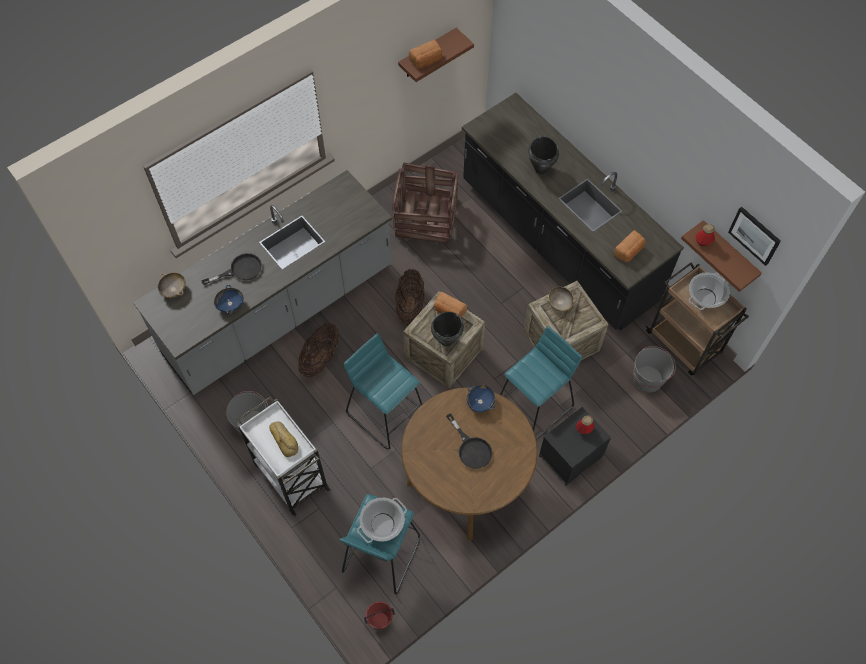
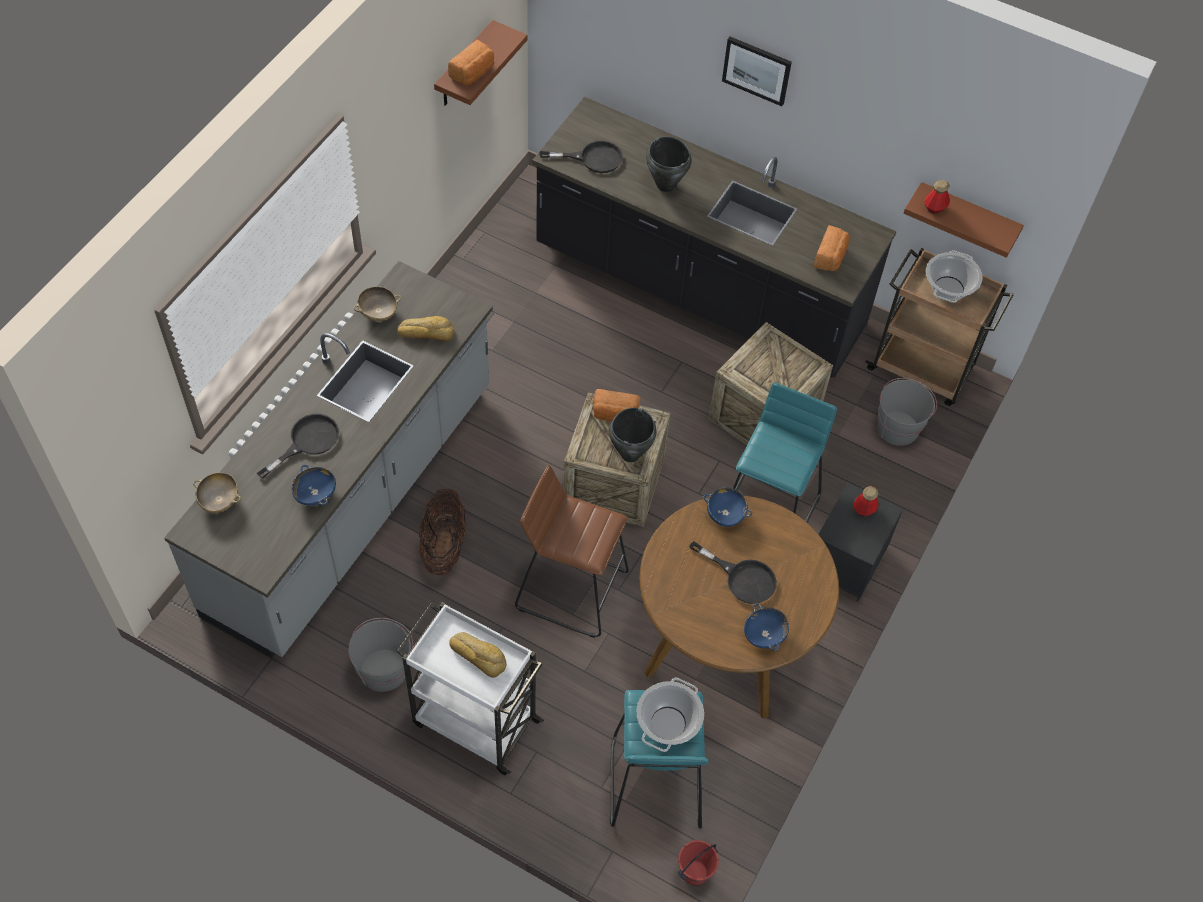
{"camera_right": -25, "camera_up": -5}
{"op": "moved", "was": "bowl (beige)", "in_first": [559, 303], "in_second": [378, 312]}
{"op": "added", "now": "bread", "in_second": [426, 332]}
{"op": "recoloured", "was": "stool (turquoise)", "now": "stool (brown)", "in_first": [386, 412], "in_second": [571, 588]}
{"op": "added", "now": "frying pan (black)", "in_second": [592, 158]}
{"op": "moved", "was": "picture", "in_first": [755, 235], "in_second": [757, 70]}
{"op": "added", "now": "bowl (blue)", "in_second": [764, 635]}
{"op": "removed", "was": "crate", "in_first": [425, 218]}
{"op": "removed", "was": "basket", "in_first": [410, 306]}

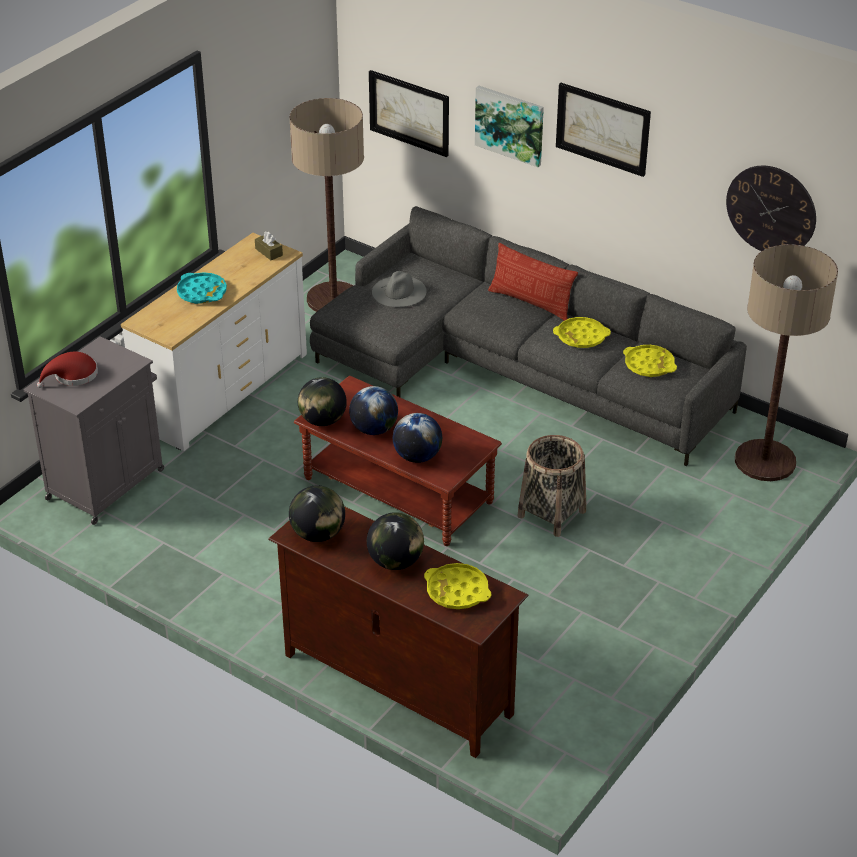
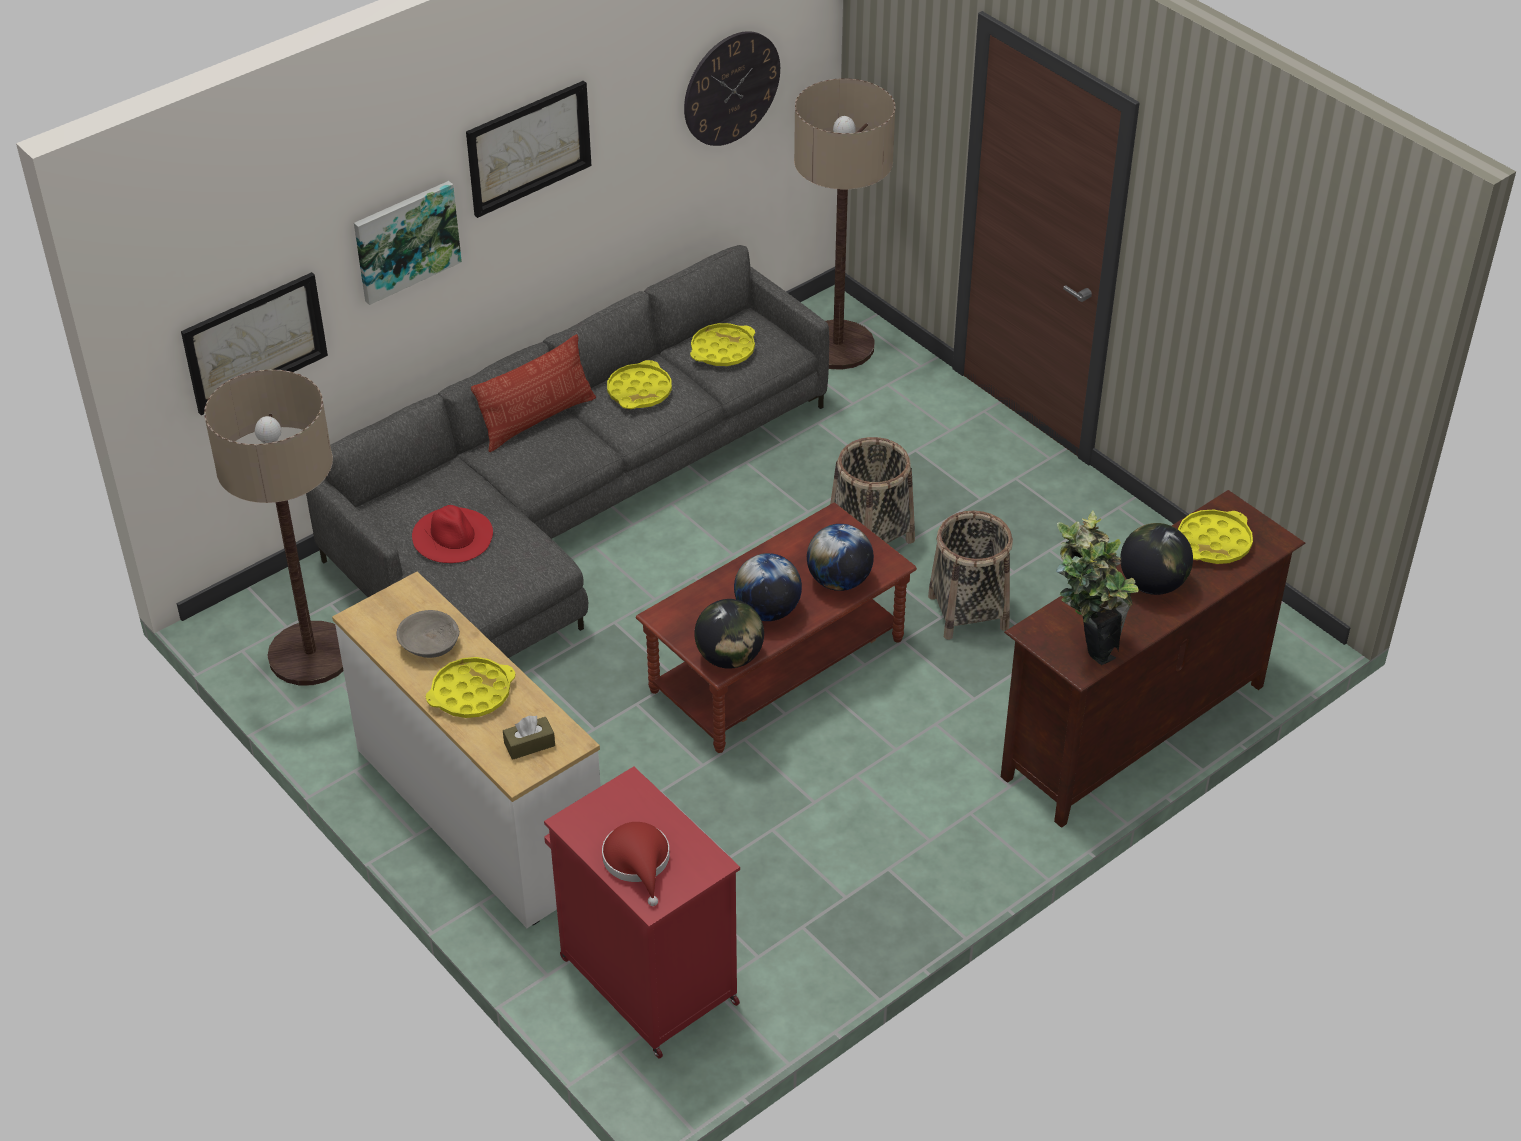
{"camera_right": -75, "camera_up": 5}
{"op": "added", "now": "bowl (grey)", "in_second": [429, 644]}
{"op": "recoloured", "was": "hat (grey)", "now": "hat (red)", "in_first": [399, 291], "in_second": [452, 535]}
{"op": "recoloured", "was": "tray (turquoise)", "now": "tray (yellow)", "in_first": [202, 292], "in_second": [471, 693]}
{"op": "moved", "was": "tissue box (brown)", "in_first": [269, 252], "in_second": [529, 744]}
{"op": "recoloured", "was": "cabinet (grey)", "now": "cabinet (red)", "in_first": [107, 483], "in_second": [646, 978]}
{"op": "added", "now": "basket", "in_second": [968, 612]}
{"op": "replaced", "was": "globe", "now": "potted plant", "in_first": [318, 534], "in_second": [1085, 643]}

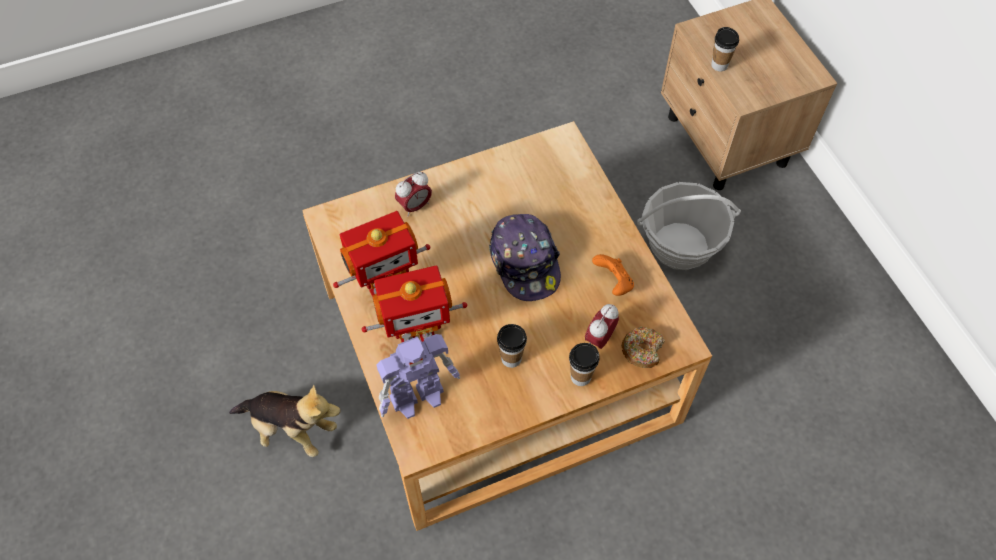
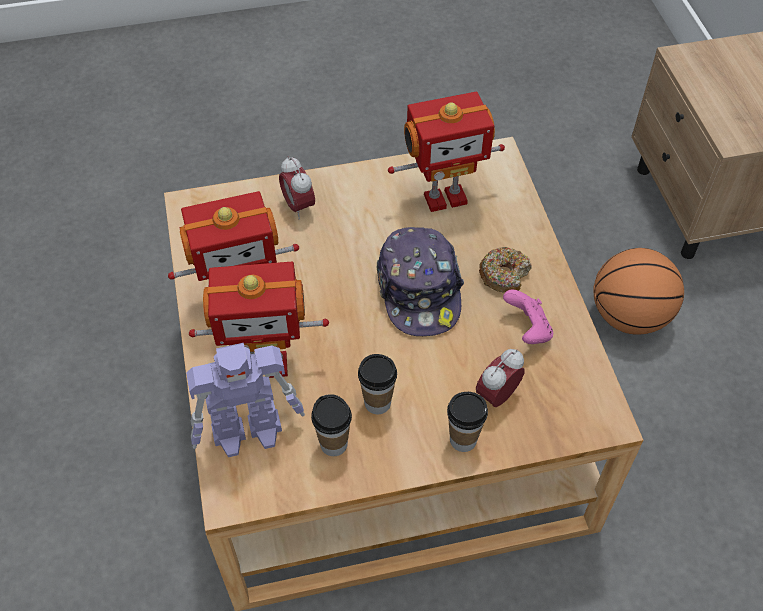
{"camera_right": 10, "camera_up": -5}
{"op": "turned", "was": "alarm clock", "in_first": [415, 206], "in_second": [298, 206], "clockwise": 90}
{"op": "moved", "was": "cup", "in_first": [719, 65], "in_second": [333, 444]}
{"op": "added", "now": "toy robot", "in_second": [444, 197]}
{"op": "moved", "was": "donut", "in_first": [642, 350], "in_second": [504, 275]}
{"op": "recoloured", "was": "game controller (orange)", "now": "game controller (pink)", "in_first": [613, 283], "in_second": [527, 330]}
{"op": "replaced", "was": "basket", "now": "basketball", "in_first": [680, 246], "in_second": [629, 316]}
{"op": "removed", "was": "plush toy", "in_first": [291, 429]}

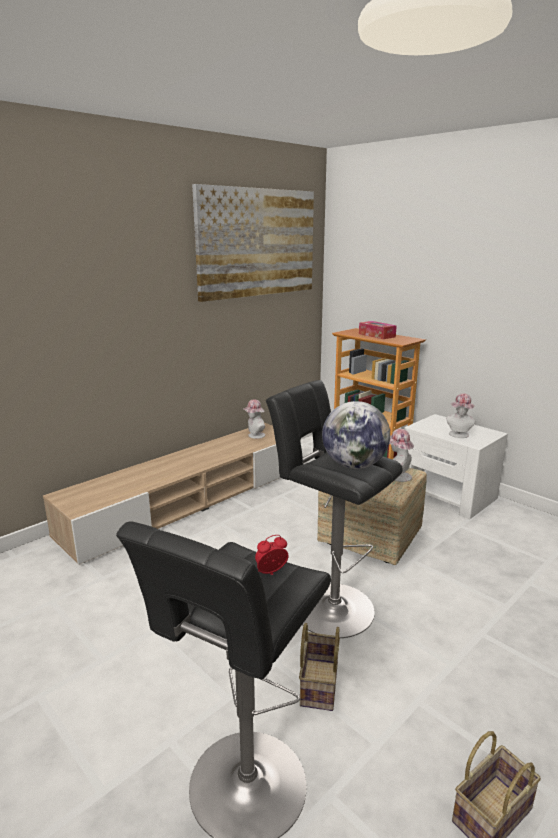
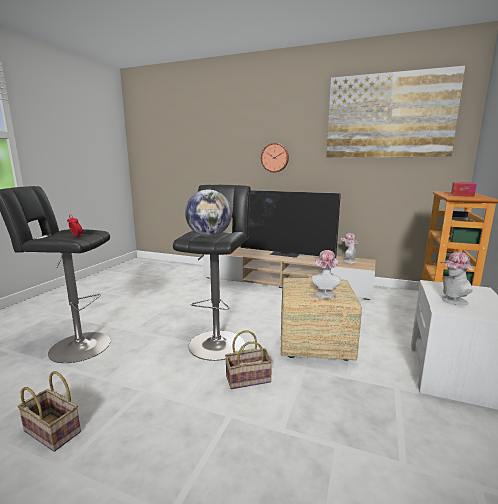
{"camera_right": 65, "camera_up": -5}
{"op": "moved", "was": "basket", "in_first": [318, 683], "in_second": [249, 378]}
{"op": "added", "now": "television", "in_second": [285, 254]}
{"op": "added", "now": "wall clock", "in_second": [275, 157]}

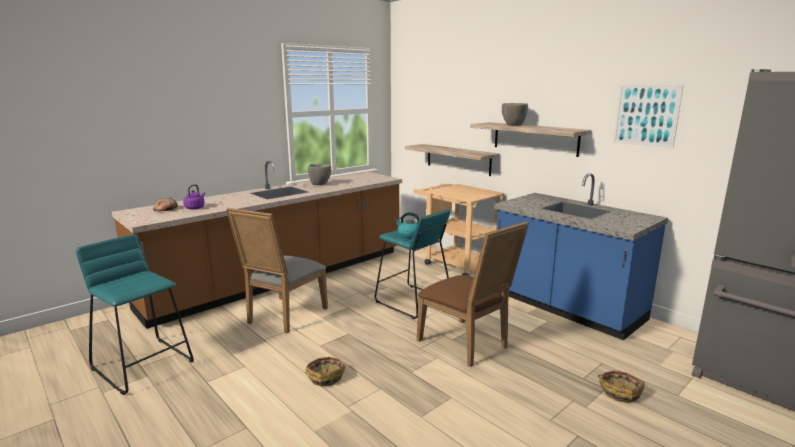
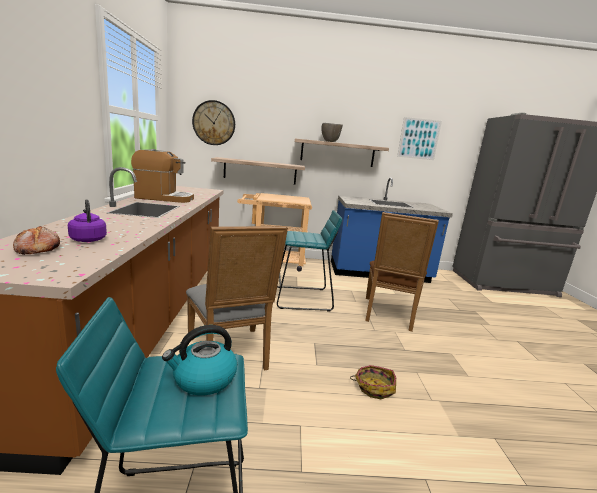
{"camera_right": -50, "camera_up": 0}
{"op": "replaced", "was": "bowl (grey)", "now": "coffee machine", "in_first": [320, 184], "in_second": [164, 198]}
{"op": "moved", "was": "kettle", "in_first": [409, 235], "in_second": [204, 379]}
{"op": "added", "now": "wall clock", "in_second": [214, 123]}
{"op": "turned", "was": "chair (brown)", "in_first": [467, 344], "in_second": [389, 315], "clockwise": 105}
{"op": "removed", "was": "basket", "in_first": [619, 392]}

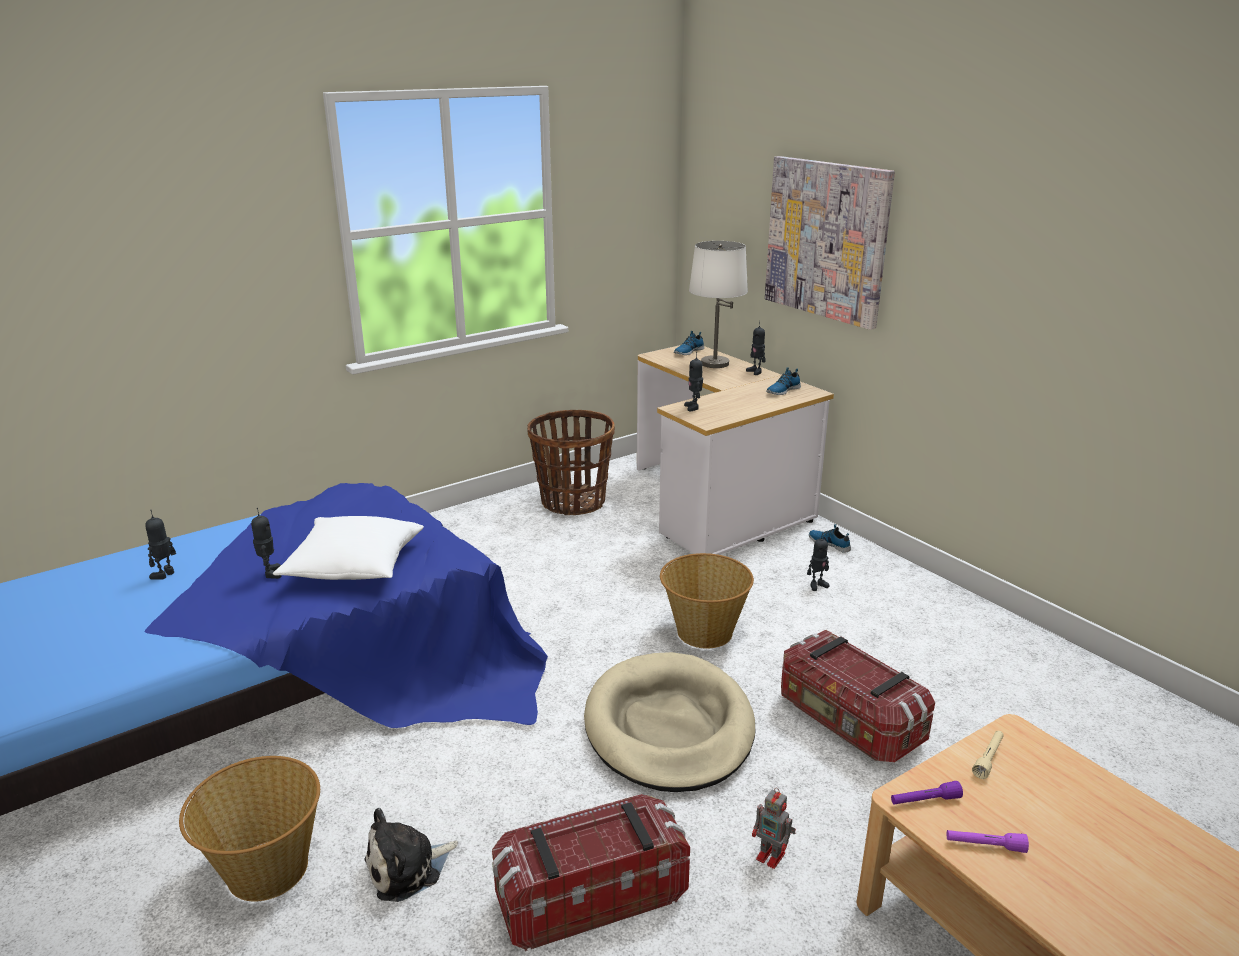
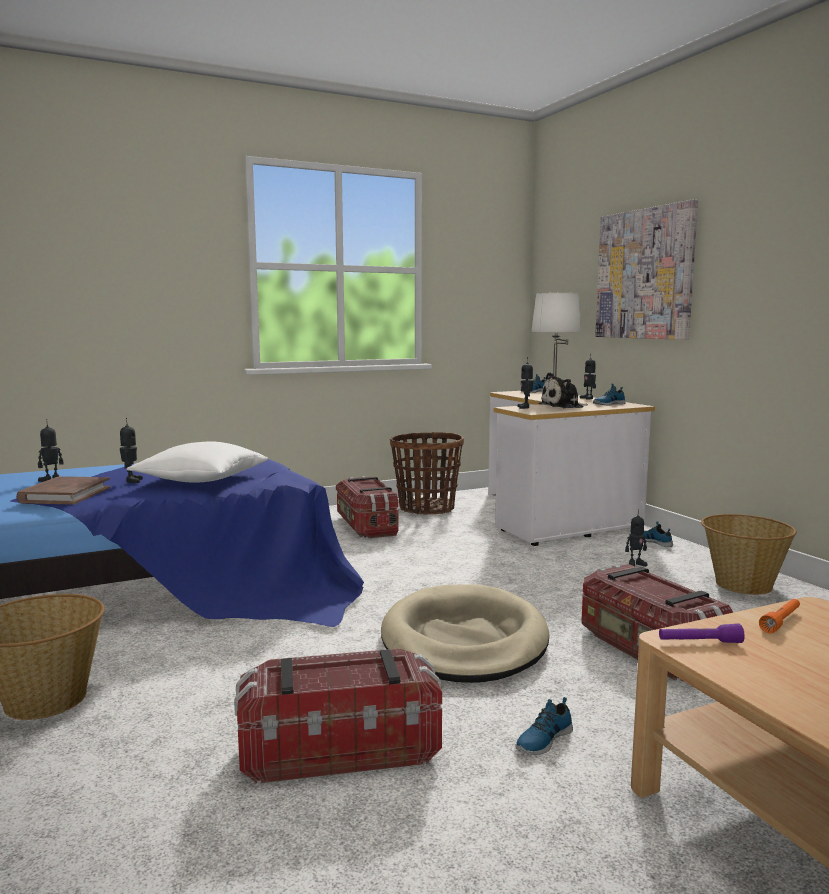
{"camera_right": 10, "camera_up": -15}
{"op": "added", "now": "book (brown)", "in_second": [65, 495]}
{"op": "added", "now": "storage box", "in_second": [366, 526]}
{"op": "replaced", "was": "toy robot", "now": "shoe", "in_first": [772, 857], "in_second": [543, 739]}
{"op": "moved", "was": "plush toy", "in_first": [408, 868], "in_second": [563, 406]}
{"op": "moved", "was": "basket", "in_first": [704, 631], "in_second": [742, 584]}
{"op": "recoloured", "was": "flashlight (beige)", "now": "flashlight (orange)", "in_first": [988, 758], "in_second": [781, 621]}
{"op": "removed", "was": "flashlight (purple)", "in_first": [985, 845]}

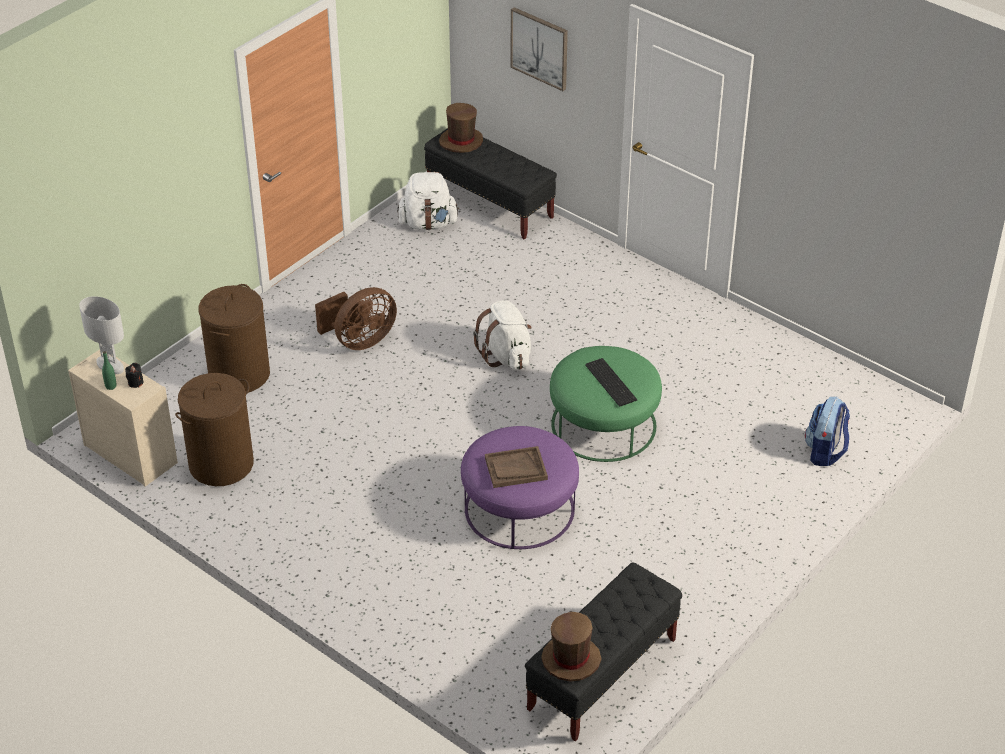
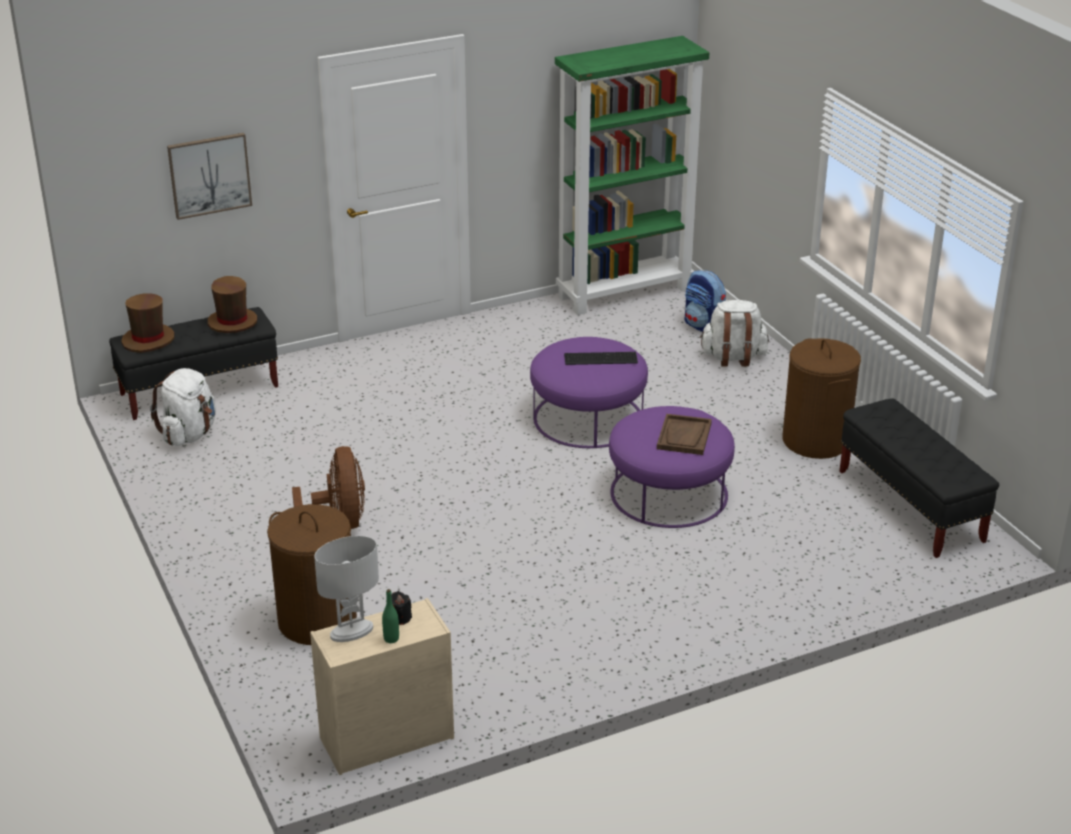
{"camera_right": -65, "camera_up": -10}
{"op": "moved", "was": "hat (brown)", "in_first": [571, 659], "in_second": [232, 322]}
{"op": "recoloured", "was": "ottoman (green)", "now": "ottoman (purple)", "in_first": [603, 424], "in_second": [587, 418]}
{"op": "added", "now": "bookcase (green)", "in_second": [625, 292]}
{"op": "moved", "was": "backpack (white)", "in_first": [506, 356], "in_second": [733, 357]}
{"op": "moved", "was": "laundry basket (brown)", "in_first": [221, 464], "in_second": [816, 441]}

